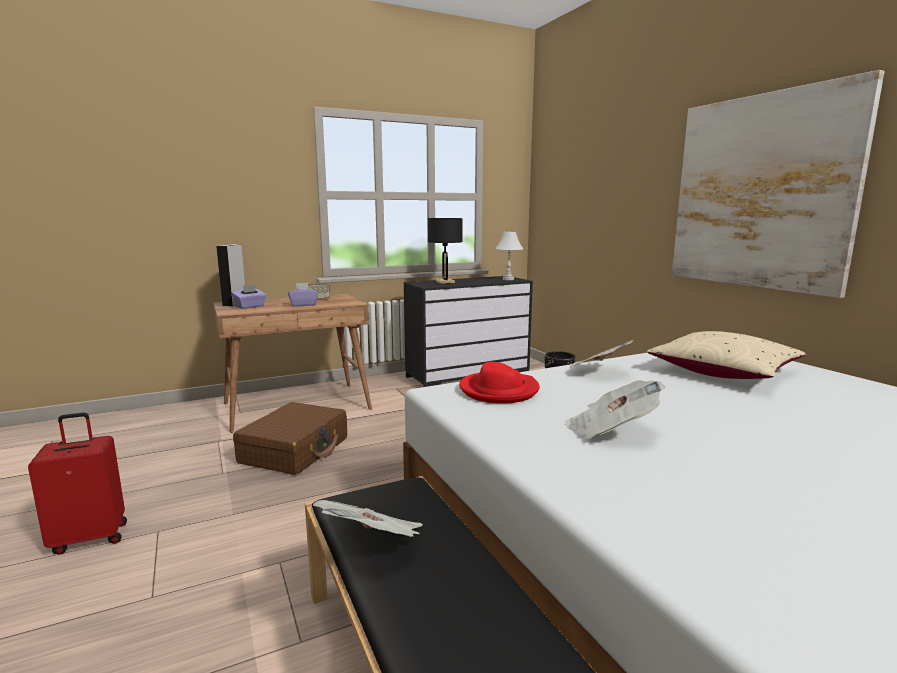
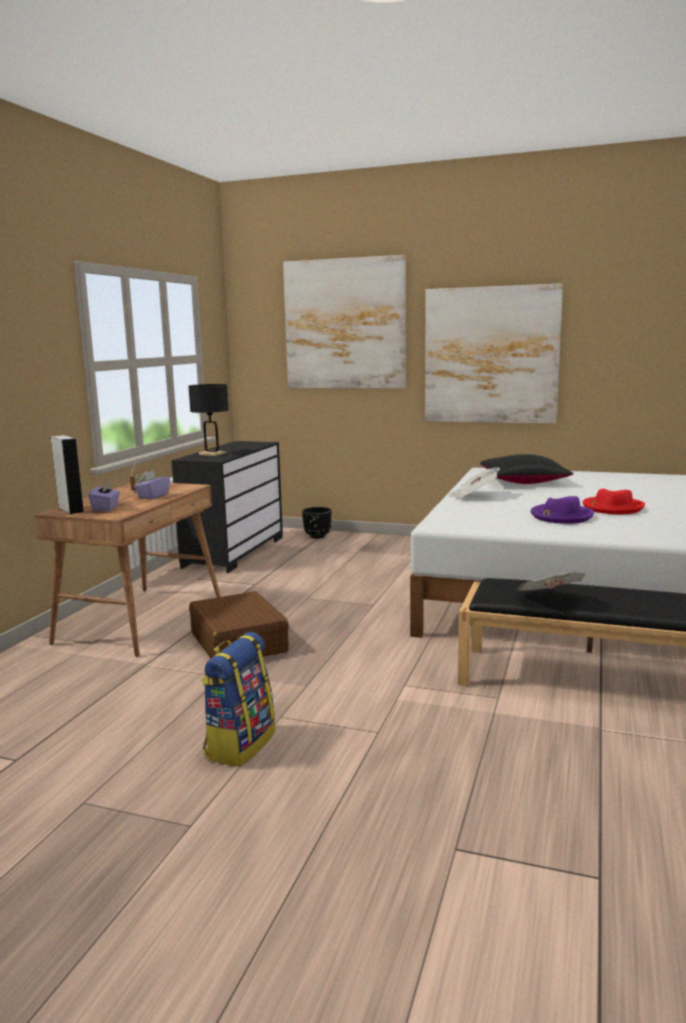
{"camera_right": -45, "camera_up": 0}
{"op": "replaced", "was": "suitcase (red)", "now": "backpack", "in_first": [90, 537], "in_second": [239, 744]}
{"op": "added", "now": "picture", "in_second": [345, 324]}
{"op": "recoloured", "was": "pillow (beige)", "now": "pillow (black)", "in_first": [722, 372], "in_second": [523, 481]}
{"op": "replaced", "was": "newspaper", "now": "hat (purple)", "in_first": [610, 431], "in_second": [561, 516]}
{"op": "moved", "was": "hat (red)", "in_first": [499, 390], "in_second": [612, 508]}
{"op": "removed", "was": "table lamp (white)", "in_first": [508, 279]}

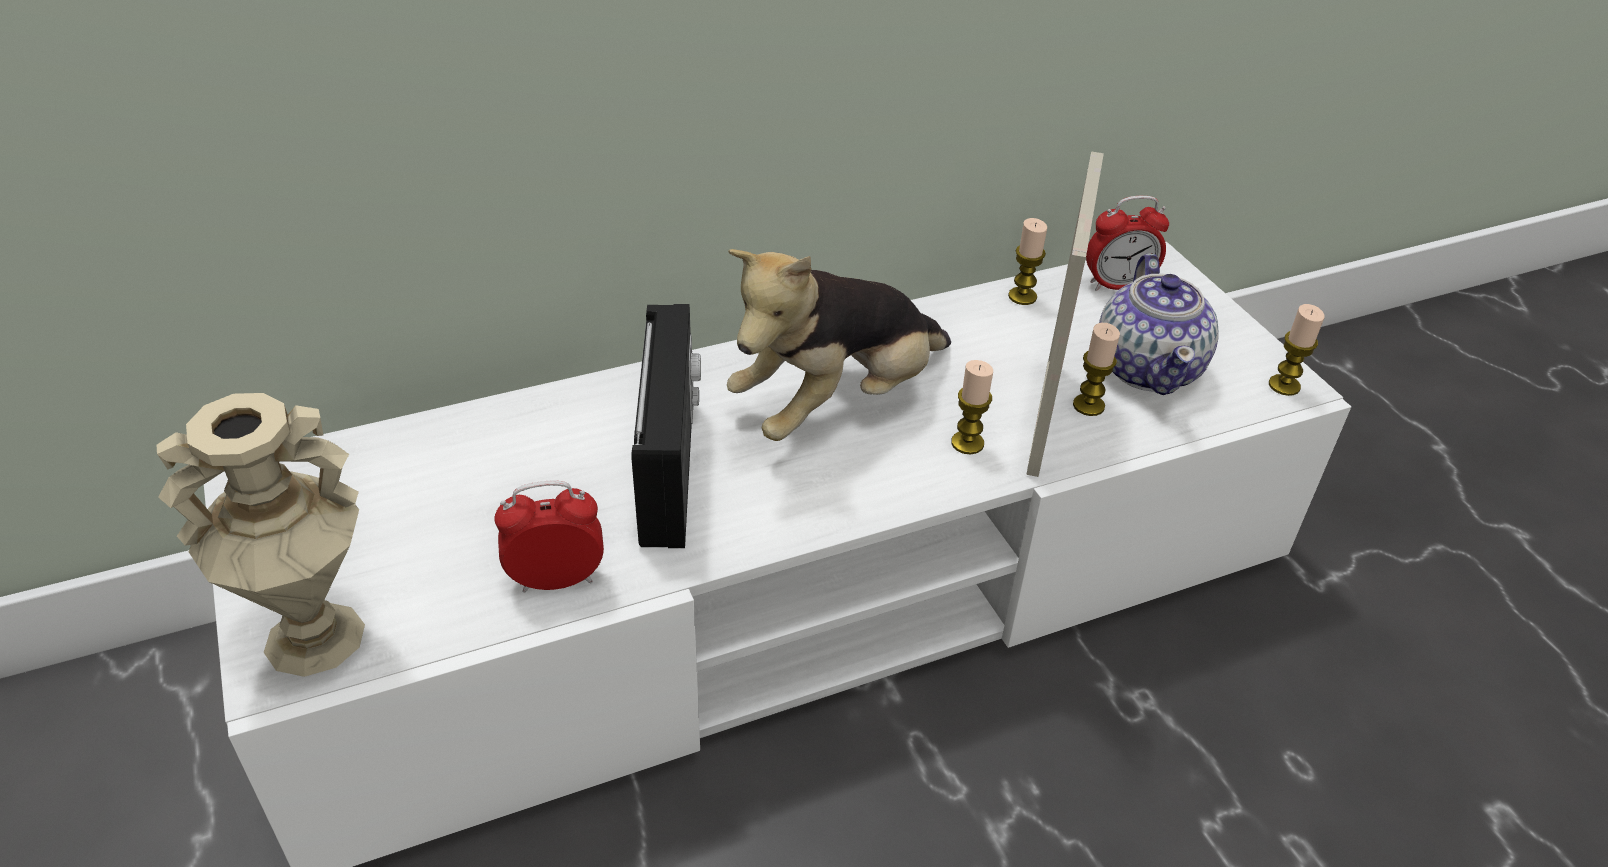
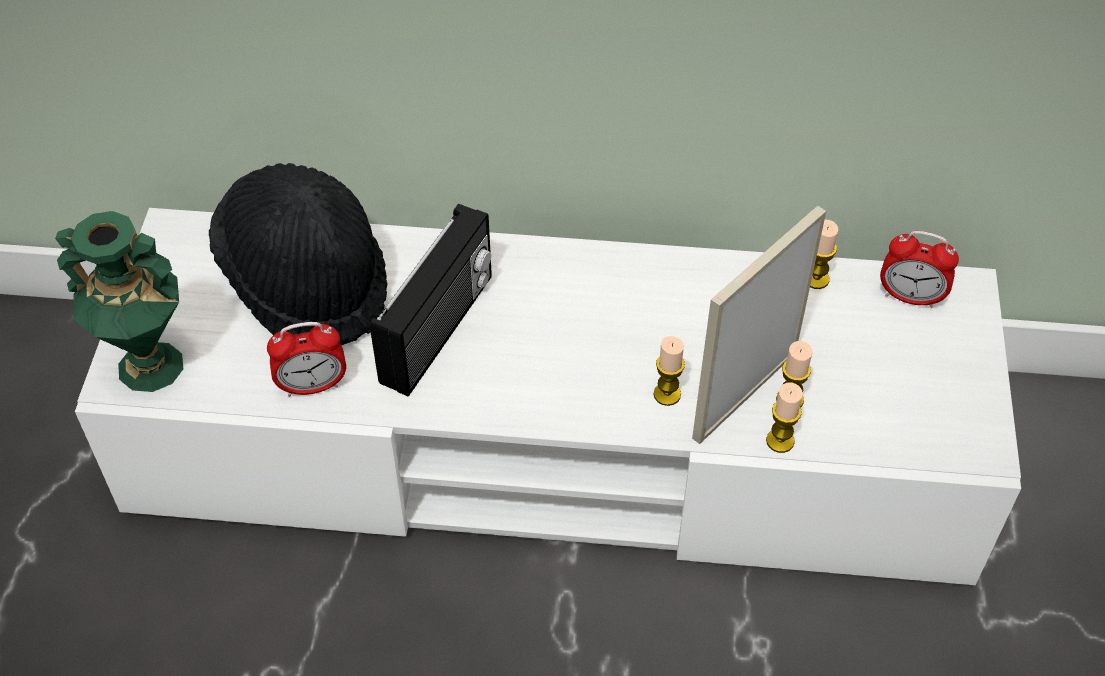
{"camera_right": 30, "camera_up": 10}
{"op": "recoloured", "was": "vase (beige)", "now": "vase (green)", "in_first": [314, 640], "in_second": [149, 367]}
{"op": "added", "now": "hat (black)", "in_second": [307, 281]}
{"op": "turned", "was": "alarm clock", "in_first": [556, 580], "in_second": [312, 386], "clockwise": 150}
{"op": "moved", "was": "candle", "in_first": [1284, 385], "in_second": [780, 441]}
{"op": "removed", "was": "plush toy", "in_first": [837, 403]}
{"op": "removed", "was": "teapot", "in_first": [1148, 367]}

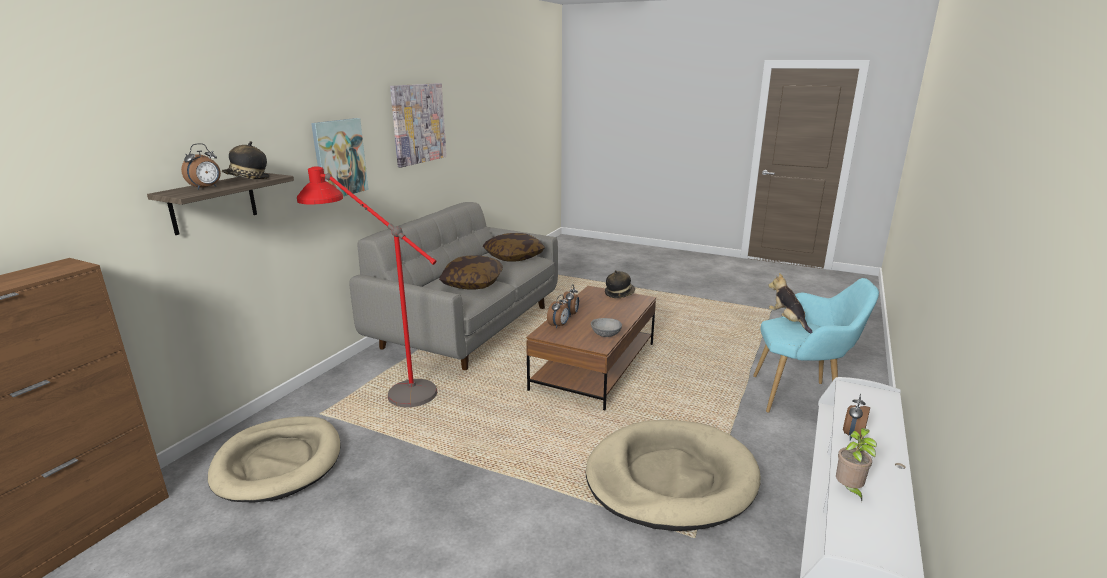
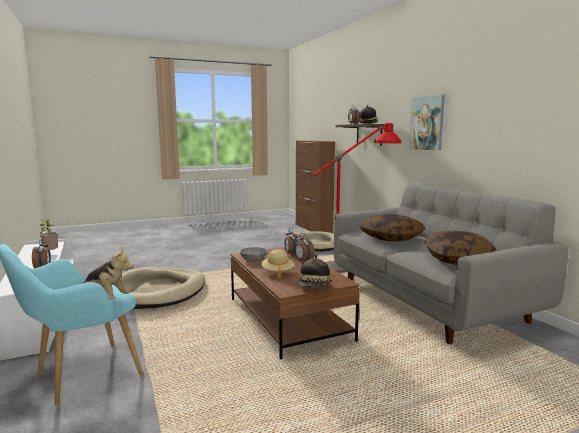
{"camera_right": 130, "camera_up": -10}
{"op": "added", "now": "hat (beige)", "in_second": [277, 272]}
{"op": "removed", "was": "picture", "in_first": [418, 123]}

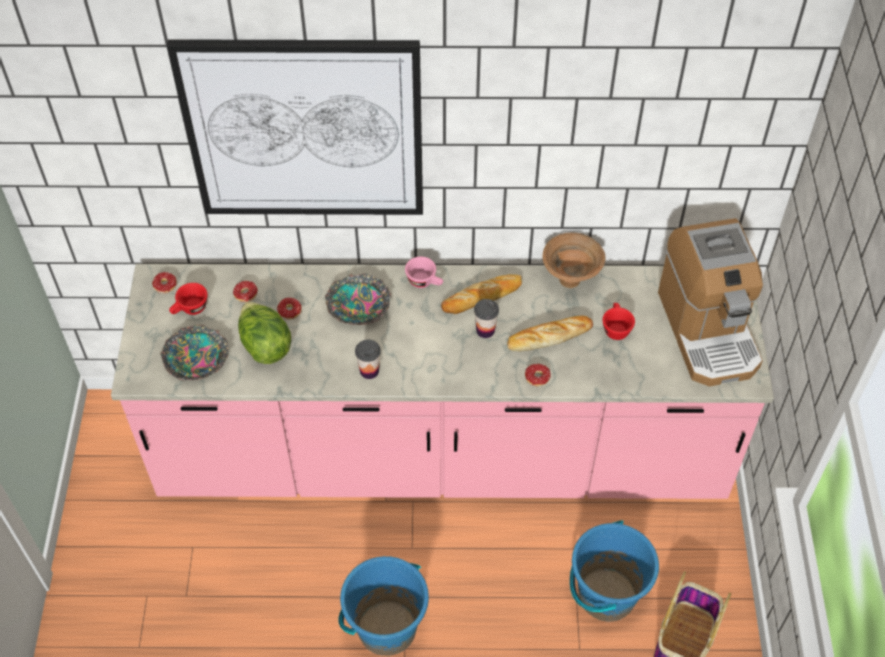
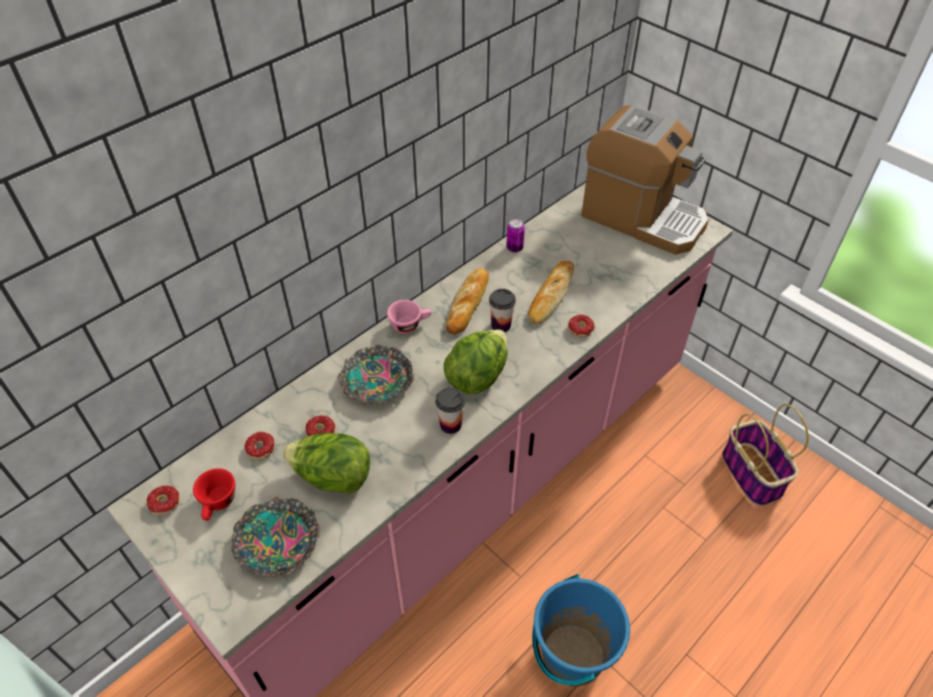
{"camera_right": -45, "camera_up": -5}
{"op": "added", "now": "lettuce", "in_second": [477, 376]}
{"op": "replaced", "was": "bowl (brown)", "now": "can", "in_first": [570, 279], "in_second": [514, 248]}
{"op": "removed", "was": "picture", "in_first": [304, 130]}
{"op": "removed", "was": "bucket (blue)", "in_first": [606, 595]}
{"op": "removed", "was": "cup (red)", "in_first": [615, 328]}

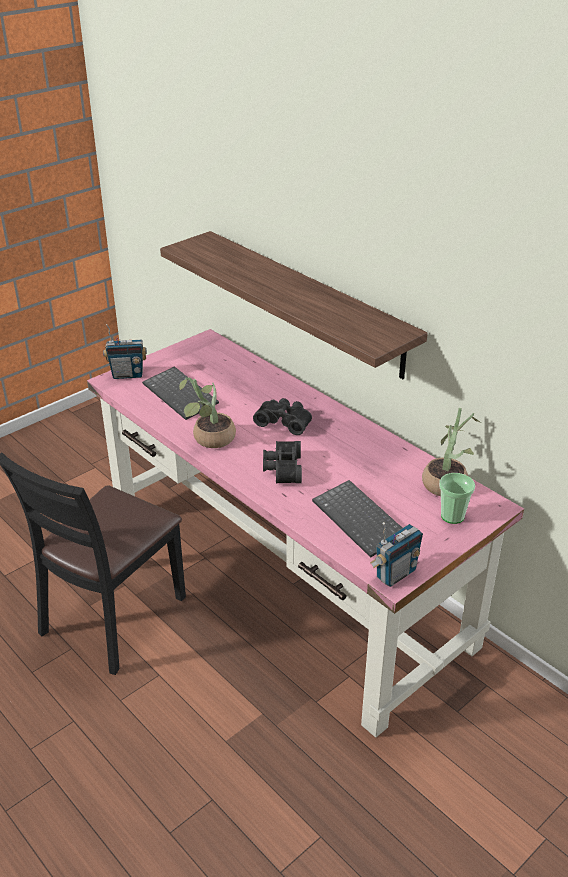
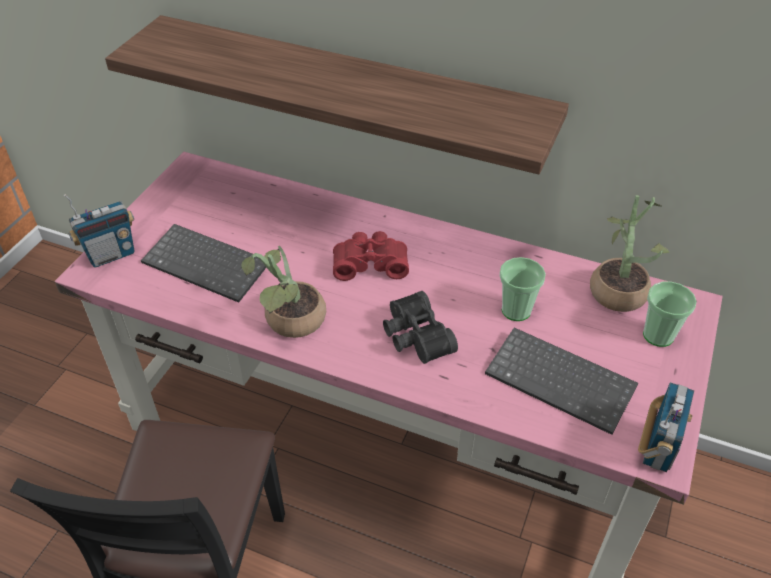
{"camera_right": -25, "camera_up": 10}
{"op": "recoloured", "was": "binoculars (black)", "now": "binoculars (red)", "in_first": [284, 421], "in_second": [370, 263]}
{"op": "added", "now": "cup", "in_second": [516, 310]}

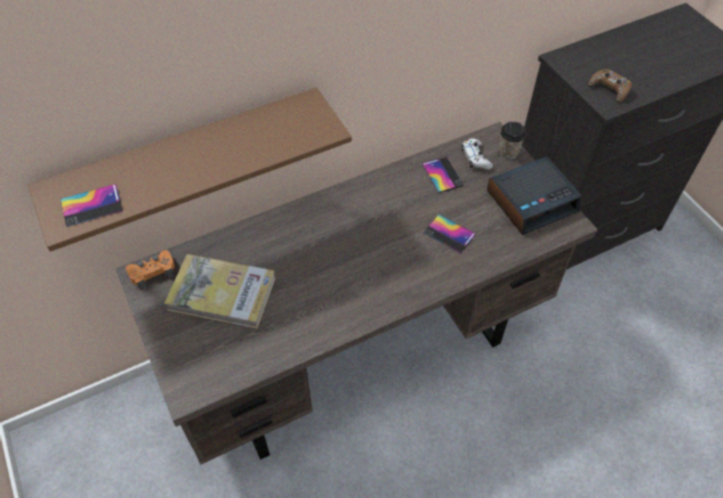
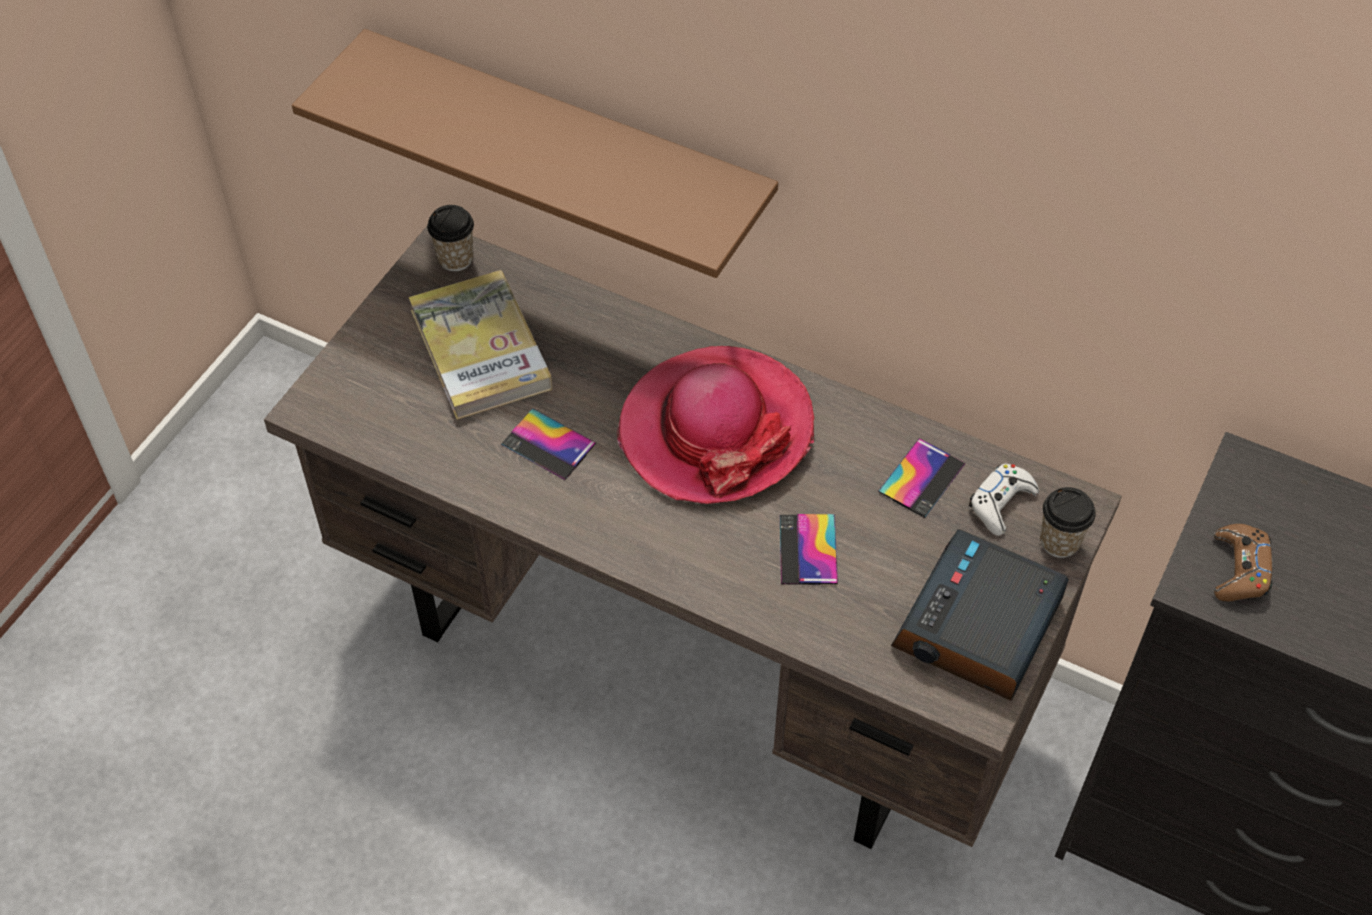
{"camera_right": 55, "camera_up": 0}
{"op": "replaced", "was": "game controller (orange)", "now": "cup", "in_first": [152, 272], "in_second": [455, 259]}
{"op": "moved", "was": "phone", "in_first": [92, 205], "in_second": [548, 444]}
{"op": "added", "now": "hat", "in_second": [716, 429]}
{"op": "turned", "was": "alarm clock", "in_first": [532, 200], "in_second": [978, 626], "clockwise": 90}

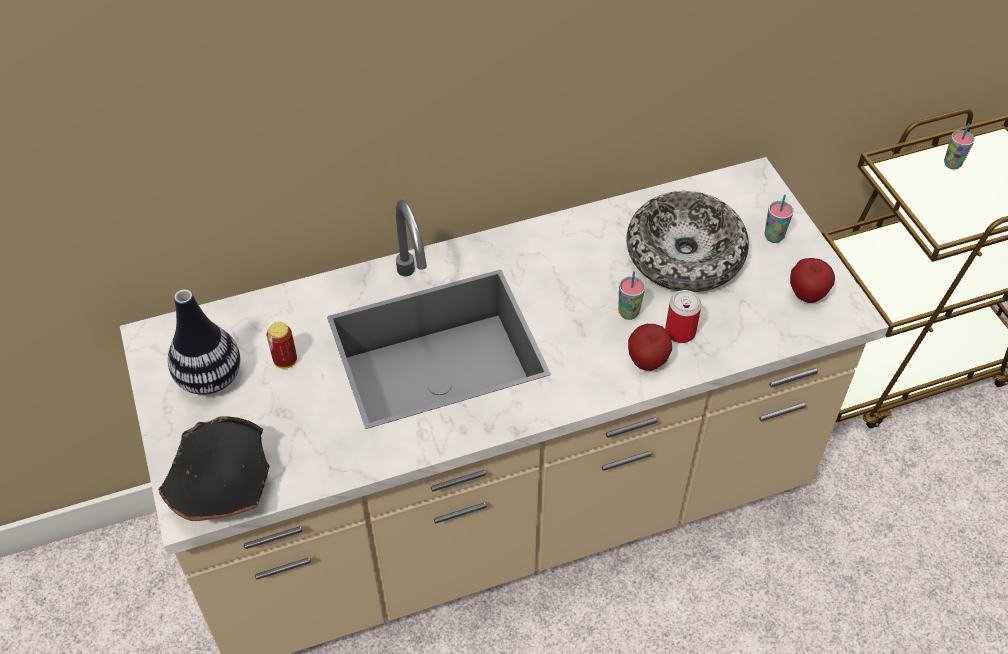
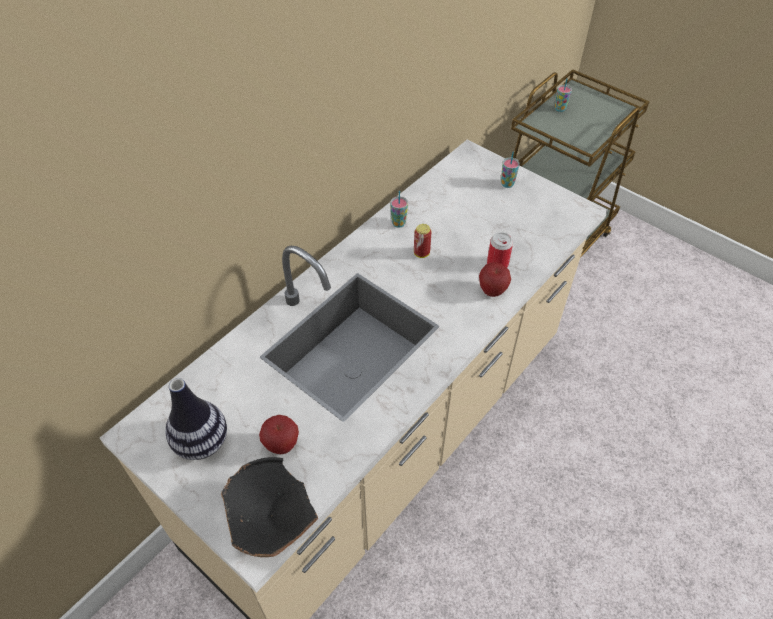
{"camera_right": -30, "camera_up": 0}
{"op": "moved", "was": "apple", "in_first": [807, 295], "in_second": [282, 445]}
{"op": "moved", "was": "cup", "in_first": [628, 313], "in_second": [398, 223]}
{"op": "moved", "was": "can", "in_first": [285, 361], "in_second": [421, 253]}
{"op": "removed", "was": "bowl", "in_first": [685, 254]}

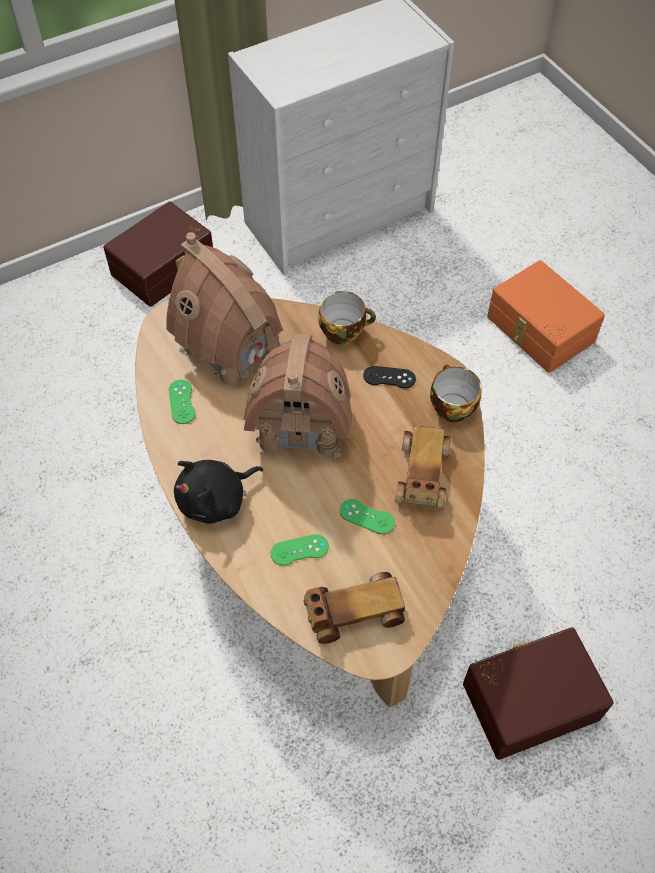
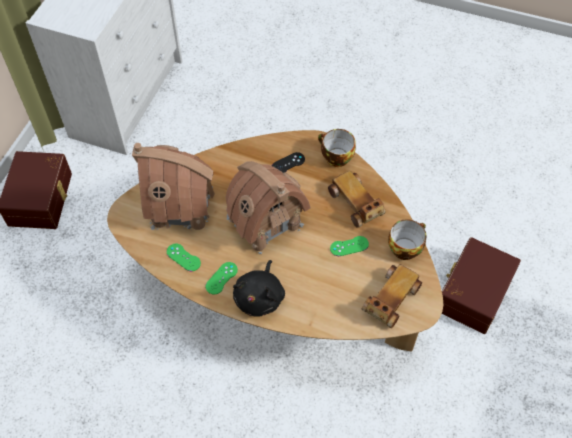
{"camera_right": -40, "camera_up": 0}
{"op": "moved", "was": "game controller (green)", "in_first": [299, 550], "in_second": [221, 278]}
{"op": "moved", "was": "cup", "in_first": [344, 331], "in_second": [405, 247]}
{"op": "removed", "was": "storage box (orange)", "in_first": [538, 330]}

